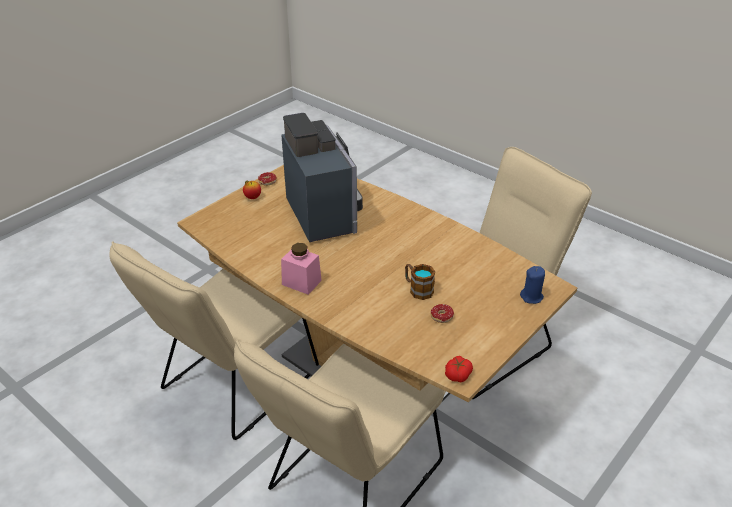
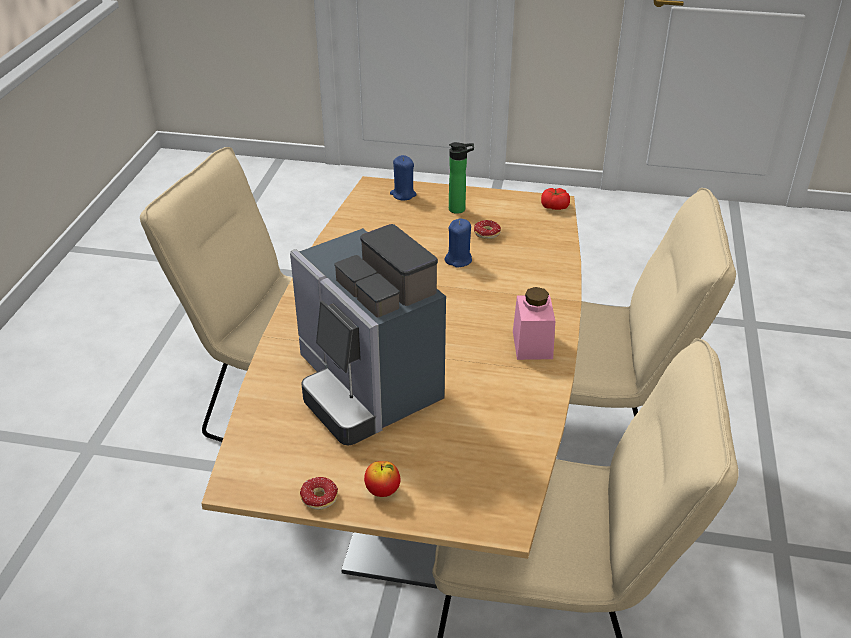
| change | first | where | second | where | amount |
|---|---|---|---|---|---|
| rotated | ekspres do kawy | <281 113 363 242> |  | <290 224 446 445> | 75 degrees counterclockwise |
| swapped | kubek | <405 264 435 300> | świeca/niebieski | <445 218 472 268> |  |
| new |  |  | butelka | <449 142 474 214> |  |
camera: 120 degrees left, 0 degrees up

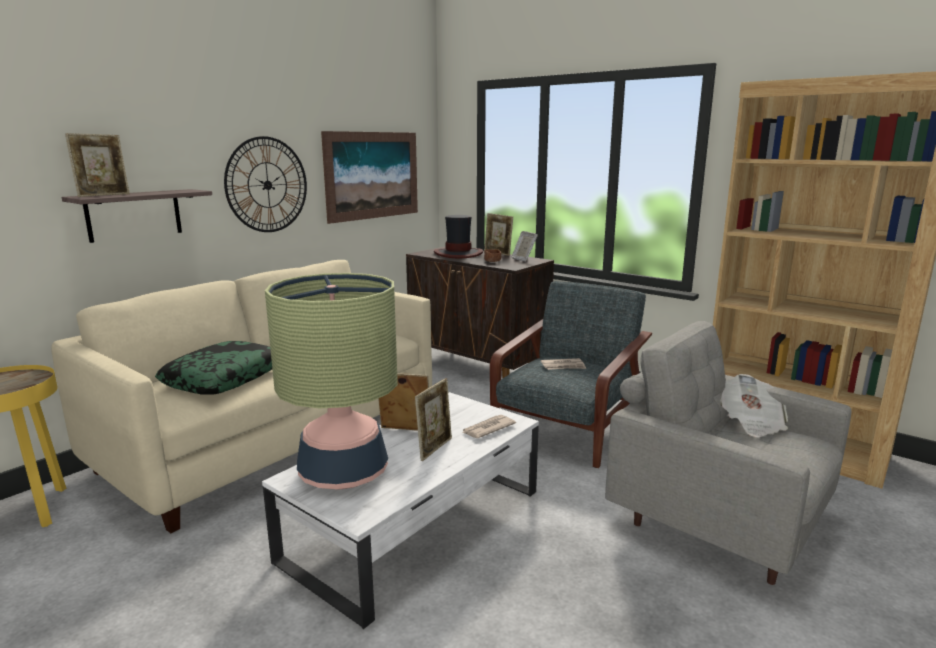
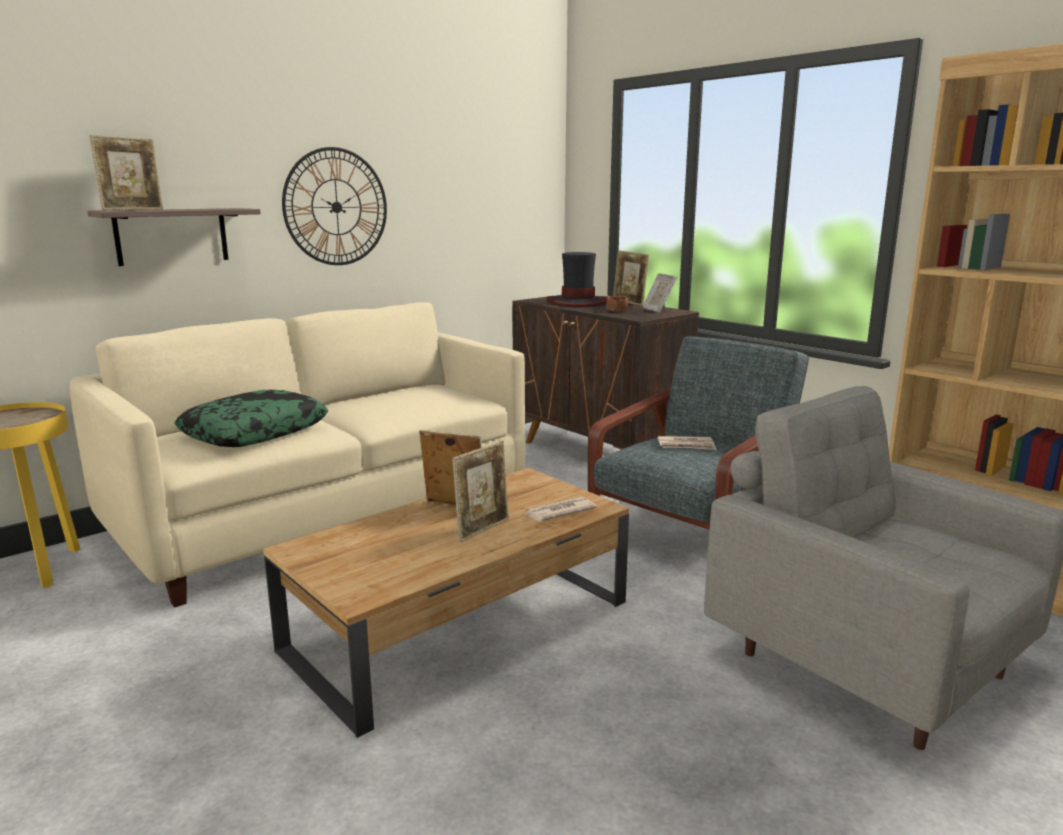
| change | first | where | second | where | amount |
|---|---|---|---|---|---|
| repainted | ława/biały | <262 392 539 629> | ława/brązowy | <263 468 629 738> |  |
| gone | lampa stołowa | <265 273 398 490> |  |  |  |
| gone | obraz | <321 131 418 224> |  |  |  |
| gone | gazeta | <720 374 788 437> |  |  |  |
camera: 10 degrees right, 0 degrees up

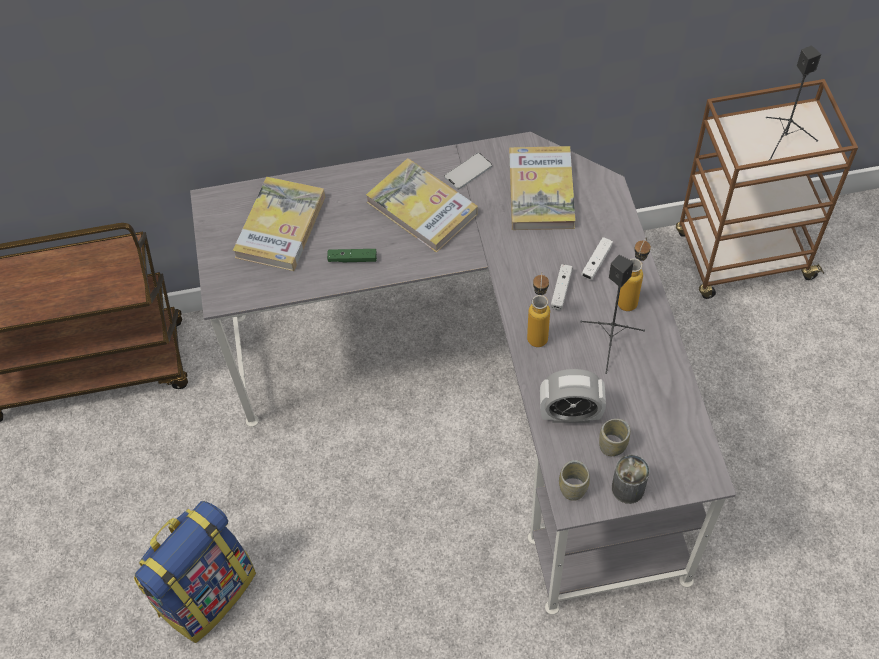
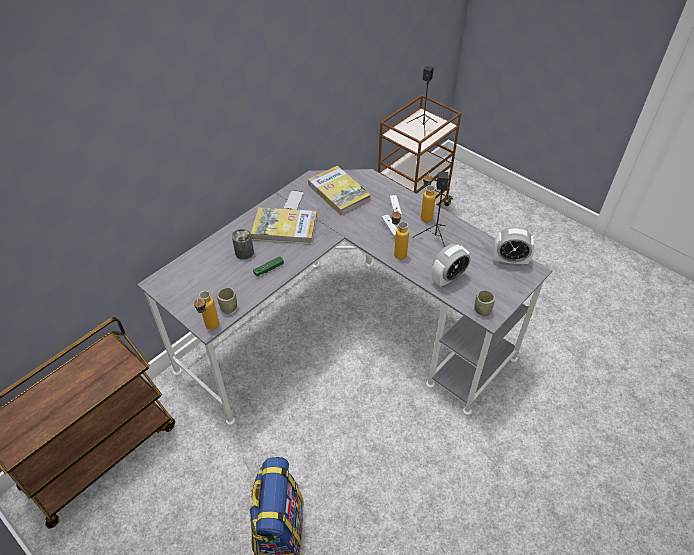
| change | first | where | second | where | amount |
|---|---|---|---|---|---|
| gone | książka | <233 177 325 271> |  |  |  |
| shifted | filiżanka | <599 419 630 456> |  | <217 287 237 314> |  |
| shifted | puszka | <612 454 650 504> |  | <232 229 254 260> |  |
| new |  |  | butelka | <194 291 219 330> |  |
| new |  |  | budzik | <494 227 535 266> |  |
camera: 40 degrees left, 10 degrees down

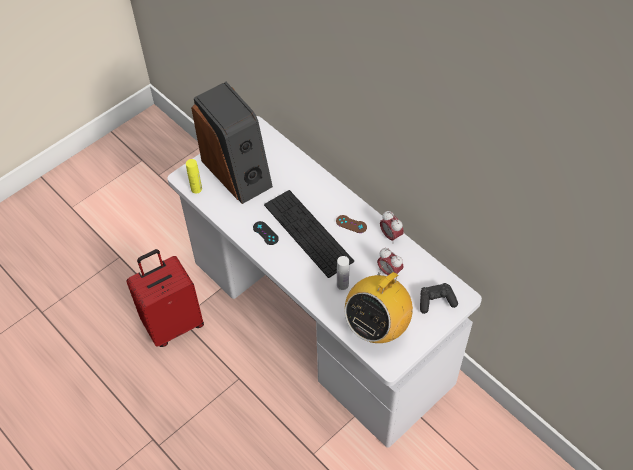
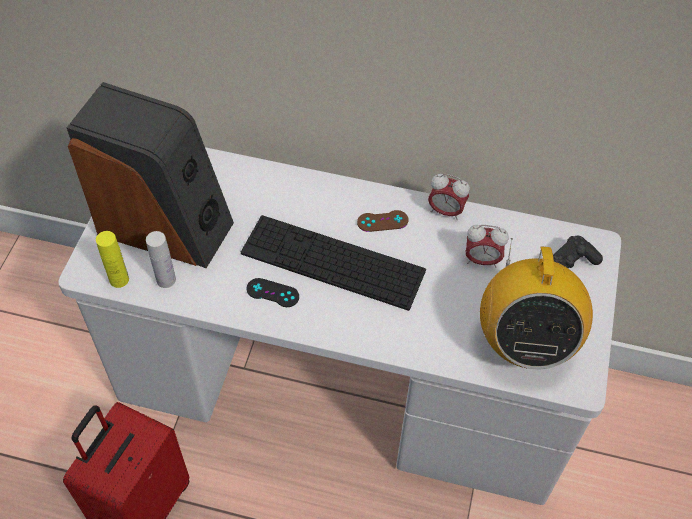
| change | first | where | second | where | amount |
|---|---|---|---|---|---|
| shifted | butelka/biały | <337 256 349 290> |  | <146 231 176 288> |  |
camera: 35 degrees left, 0 degrees up

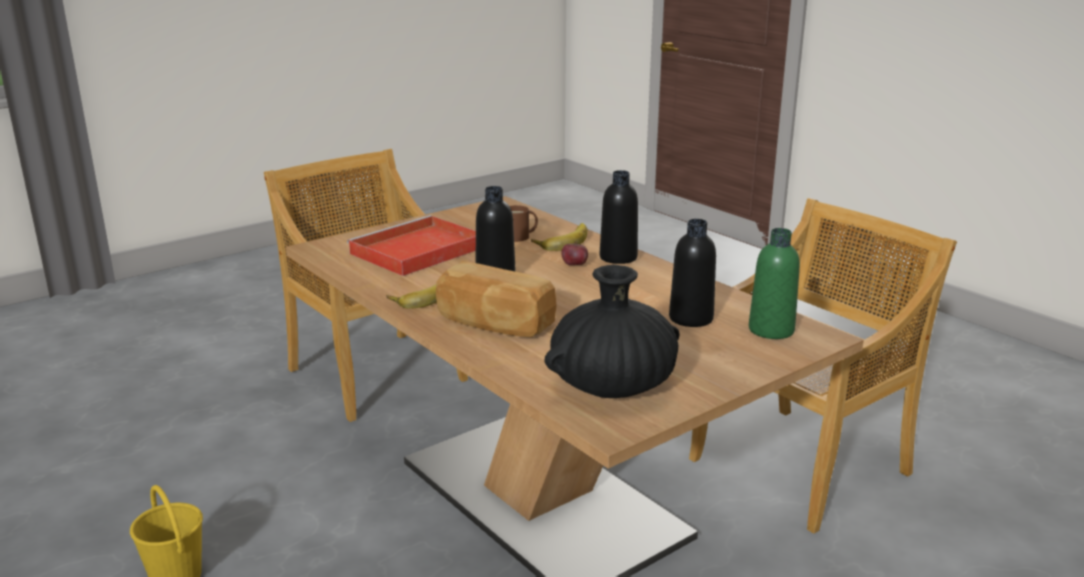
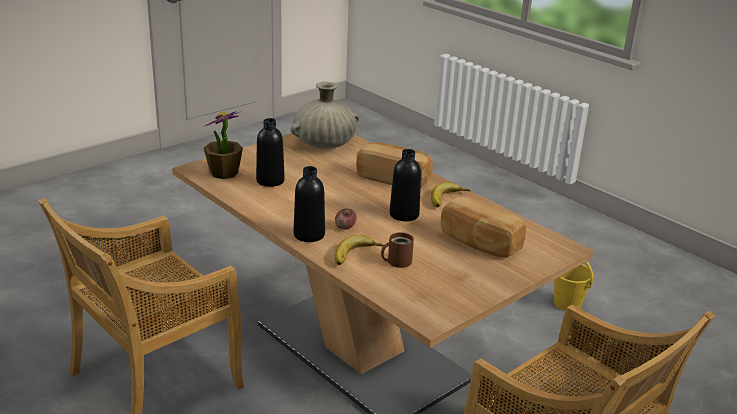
| change | first | where | second | where | amount |
|---|---|---|---|---|---|
| swapped | taca/czerwony | <347 215 476 276> | chleb | <441 195 526 258> |  |
| repainted | wazon/czarny | <545 265 679 398> | wazon/beżowy | <290 82 359 149> |  |
| swapped | butelka/zielony | <749 228 800 339> | roślina doniczkowa | <203 111 243 179> |  |
camera: 175 degrees right, 5 degrees up

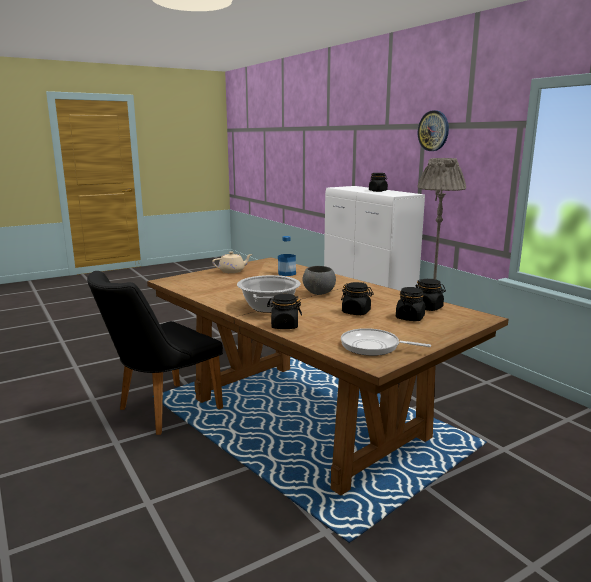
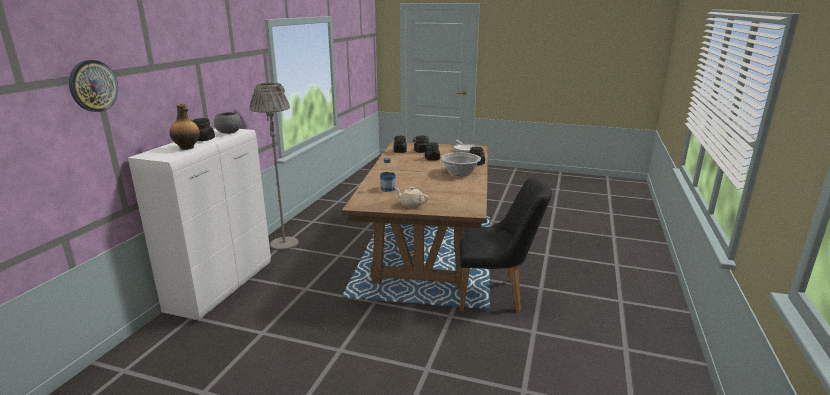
| change | first | where | second | where | amount |
|---|---|---|---|---|---|
| shifted | miska/szary | <302 266 336 295> |  | <214 112 241 134> |  |
| shifted | zegar ścienny | <418 110 449 151> |  | <69 60 118 112> |  |
| new |  |  | butelka | <170 104 200 150> |  |
camera: 130 degrees left, 5 degrees up

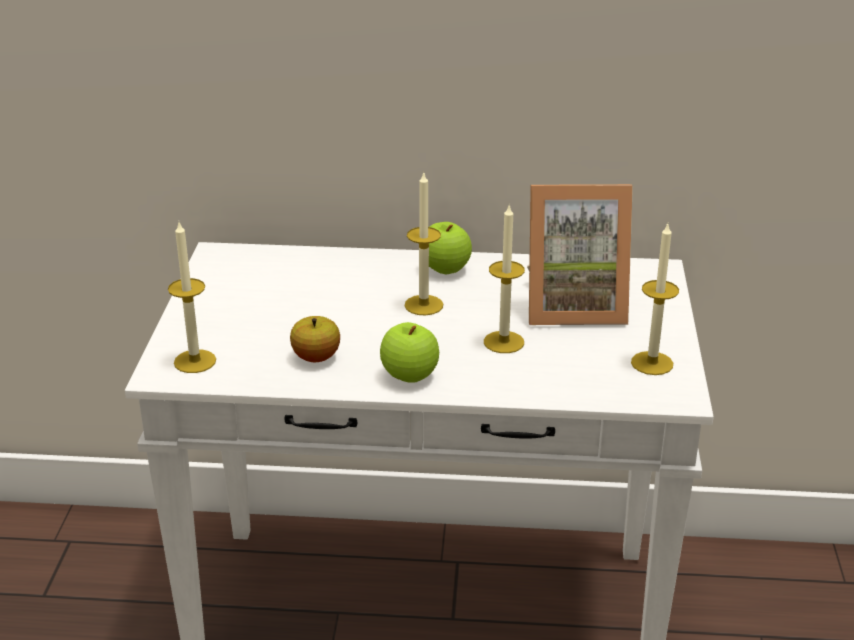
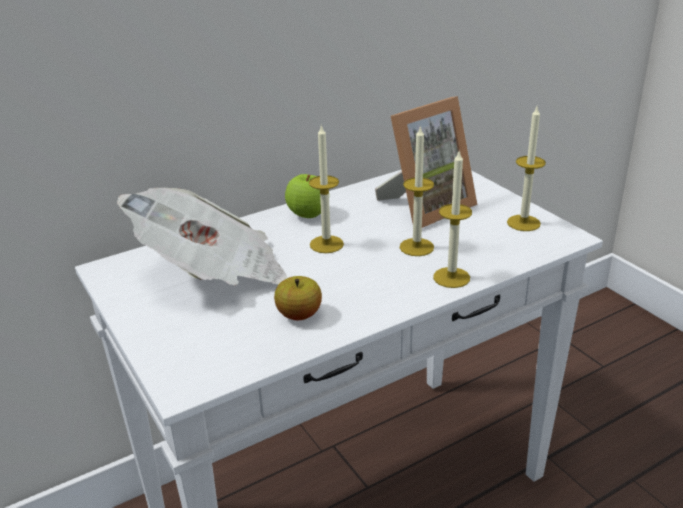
| change | first | where | second | where | amount |
|---|---|---|---|---|---|
| shifted | świeca | <168 222 216 373> |  | <433 151 472 288> |  |
| gone | jabłko | <380 322 439 383> |  |  |  |
| new |  |  | gazeta | <117 188 287 285> |  |
camera: 35 degrees left, 0 degrees up

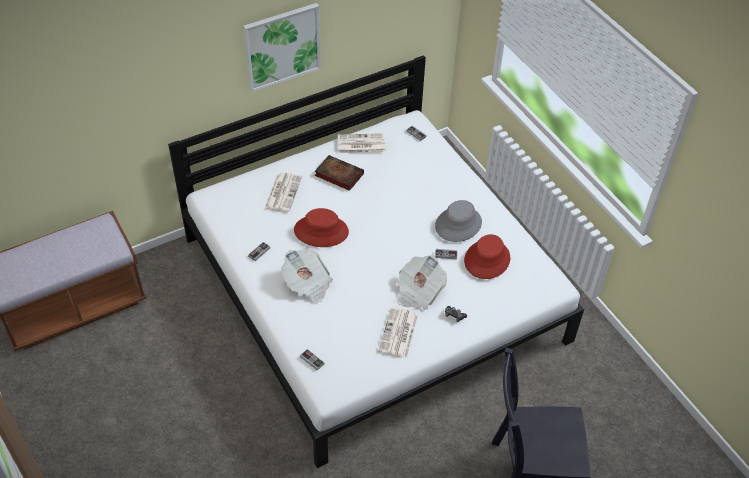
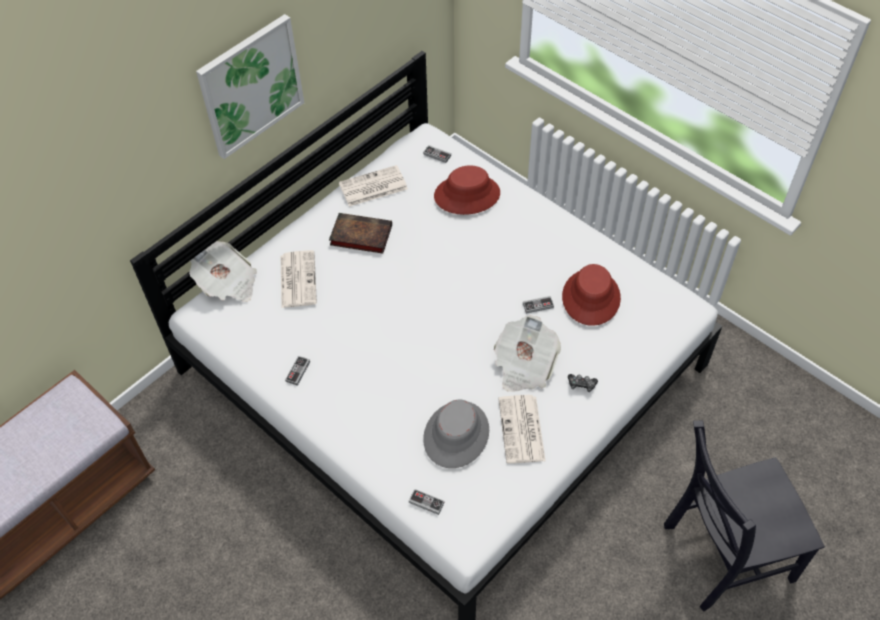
| change | first | where | second | where | amount |
|---|---|---|---|---|---|
| shifted | gazeta | <281 249 333 302> |  | <189 241 257 302> |  |
| shifted | kapelusz/czerwony | <294 208 349 247> |  | <434 165 500 215> |  |
| shifted | kapelusz/szary | <435 200 482 242> |  | <423 400 489 468> |  |
camera: 15 degrees left, 5 degrees up

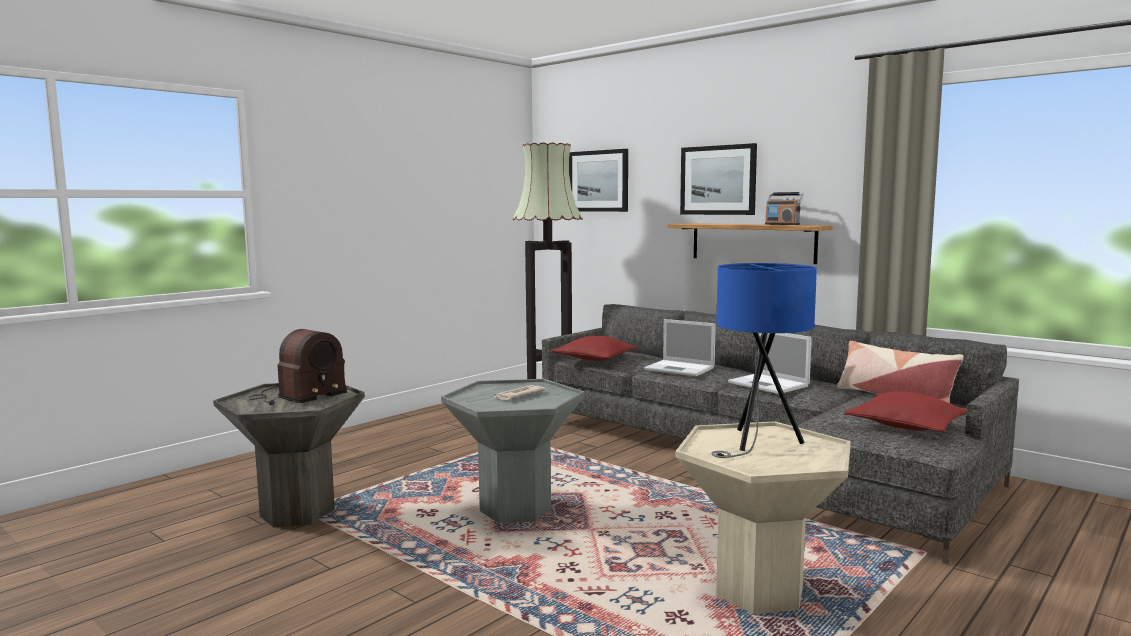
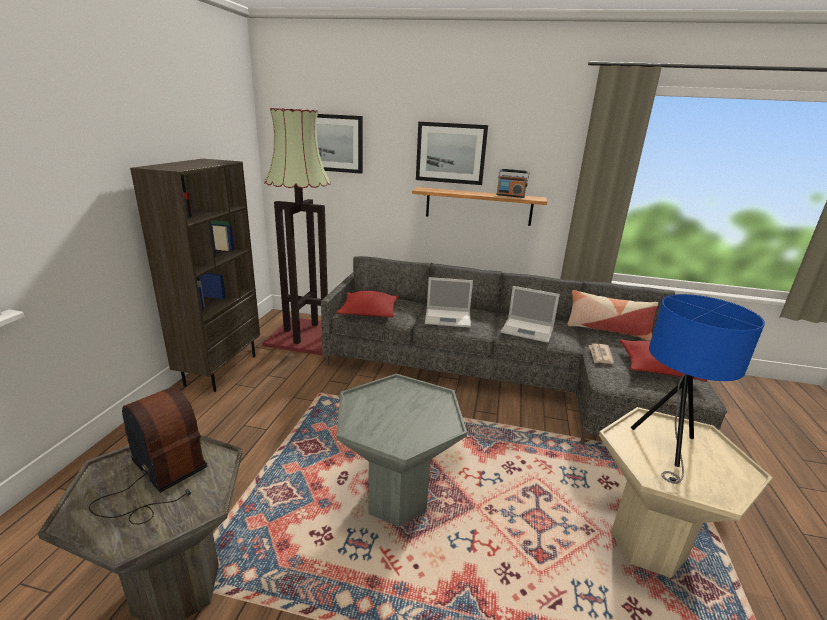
| change | first | where | second | where | amount |
|---|---|---|---|---|---|
| rotated | radio | <248 329 347 405> |  | <89 386 208 525> | 60 degrees counterclockwise |
| shifted | gazeta | <493 385 546 400> |  | <589 343 614 364> |  |
| new |  |  | regał/brązowy | <130 159 260 392> |  |
camera: 30 degrees left, 15 degrees up

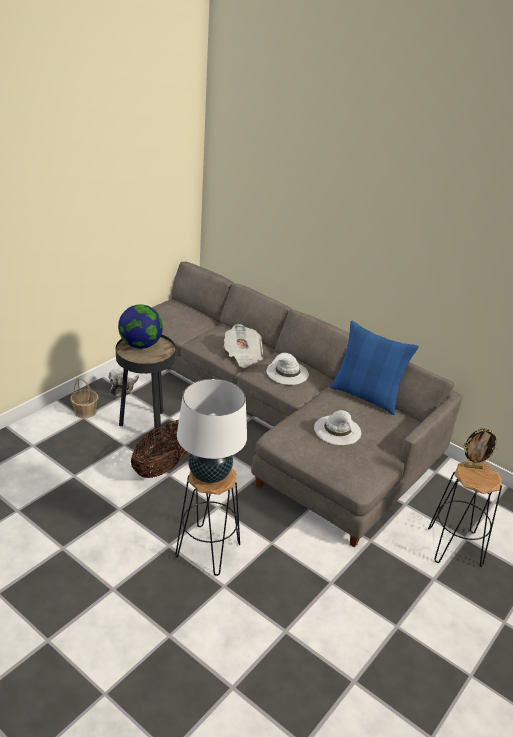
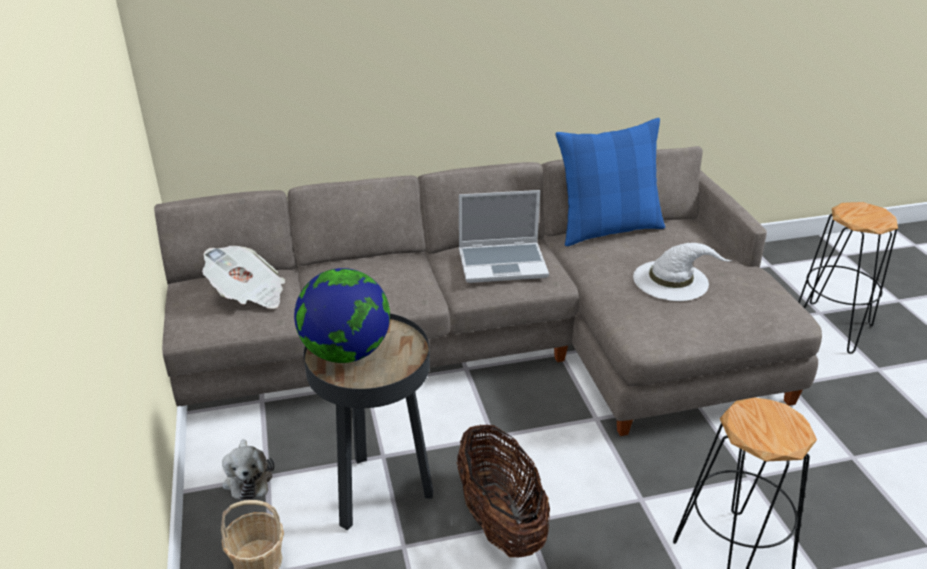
| change | first | where | second | where | amount |
|---|---|---|---|---|---|
| gone | lampa stołowa/biały | <177 379 247 483> |  |  |  |
| shifted | gazeta | <224 324 263 368> |  | <202 246 285 309> |  |
| swapped | kapelusz/biały | <266 353 309 385> | laptop | <459 190 549 283> |  |
| gone | ramka na zdjęcie | <463 428 498 469> |  |  |  |
camera: 50 degrees left, 0 degrees up

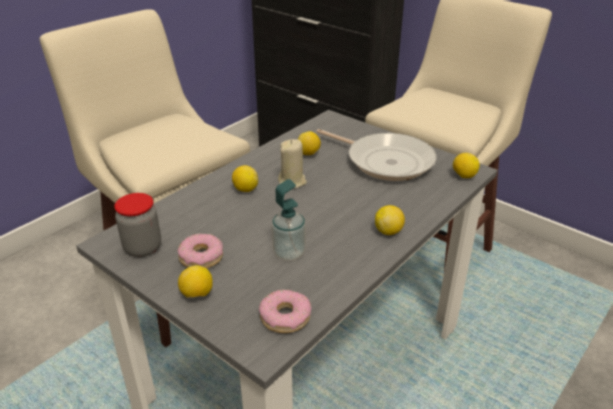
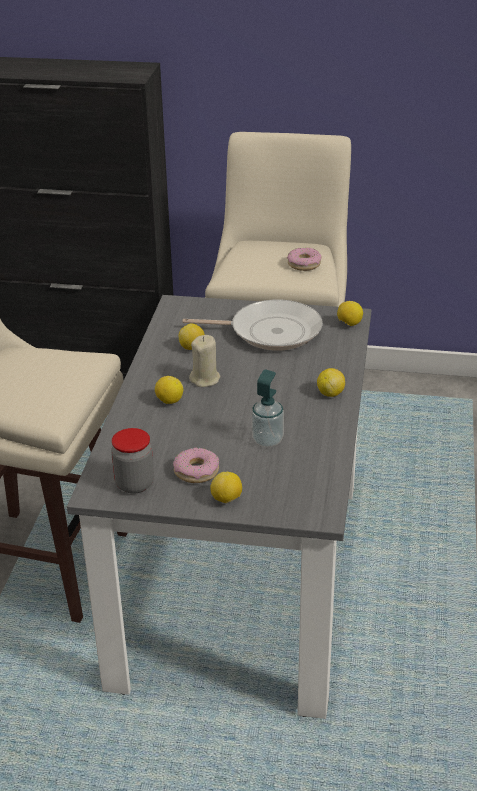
| change | first | where | second | where | amount |
|---|---|---|---|---|---|
| shifted | donut | <259 289 311 333> |  | <287 248 321 271> |  |
camera: 30 degrees left, 0 degrees up

